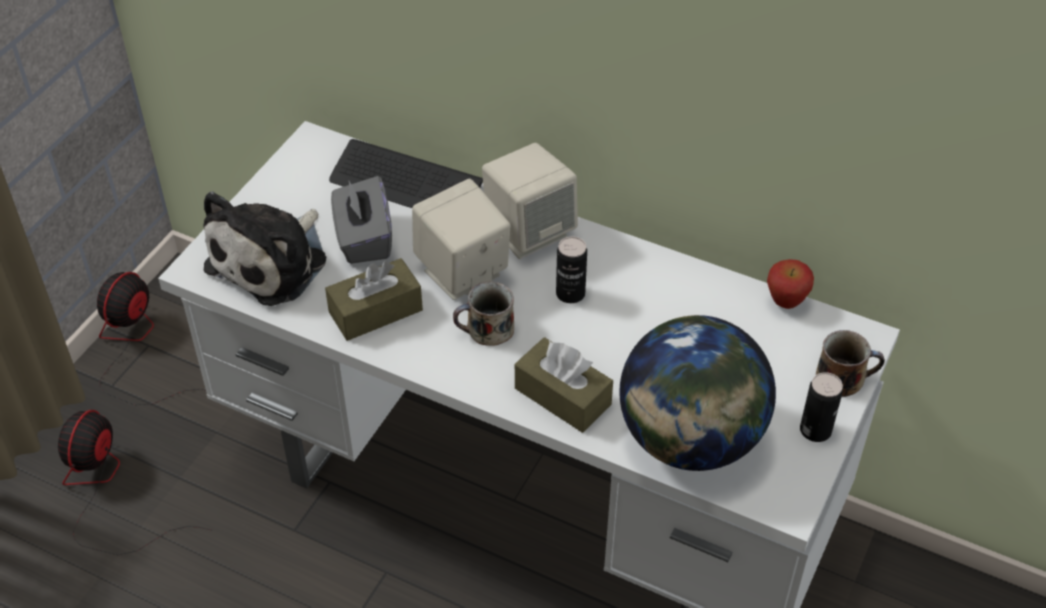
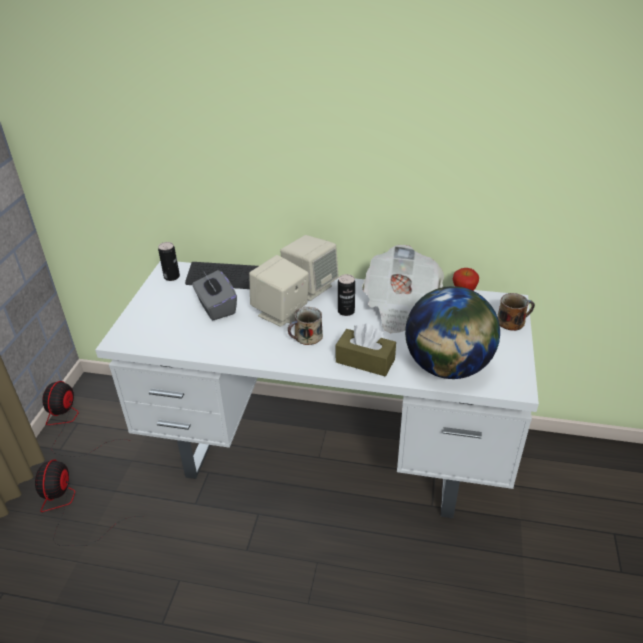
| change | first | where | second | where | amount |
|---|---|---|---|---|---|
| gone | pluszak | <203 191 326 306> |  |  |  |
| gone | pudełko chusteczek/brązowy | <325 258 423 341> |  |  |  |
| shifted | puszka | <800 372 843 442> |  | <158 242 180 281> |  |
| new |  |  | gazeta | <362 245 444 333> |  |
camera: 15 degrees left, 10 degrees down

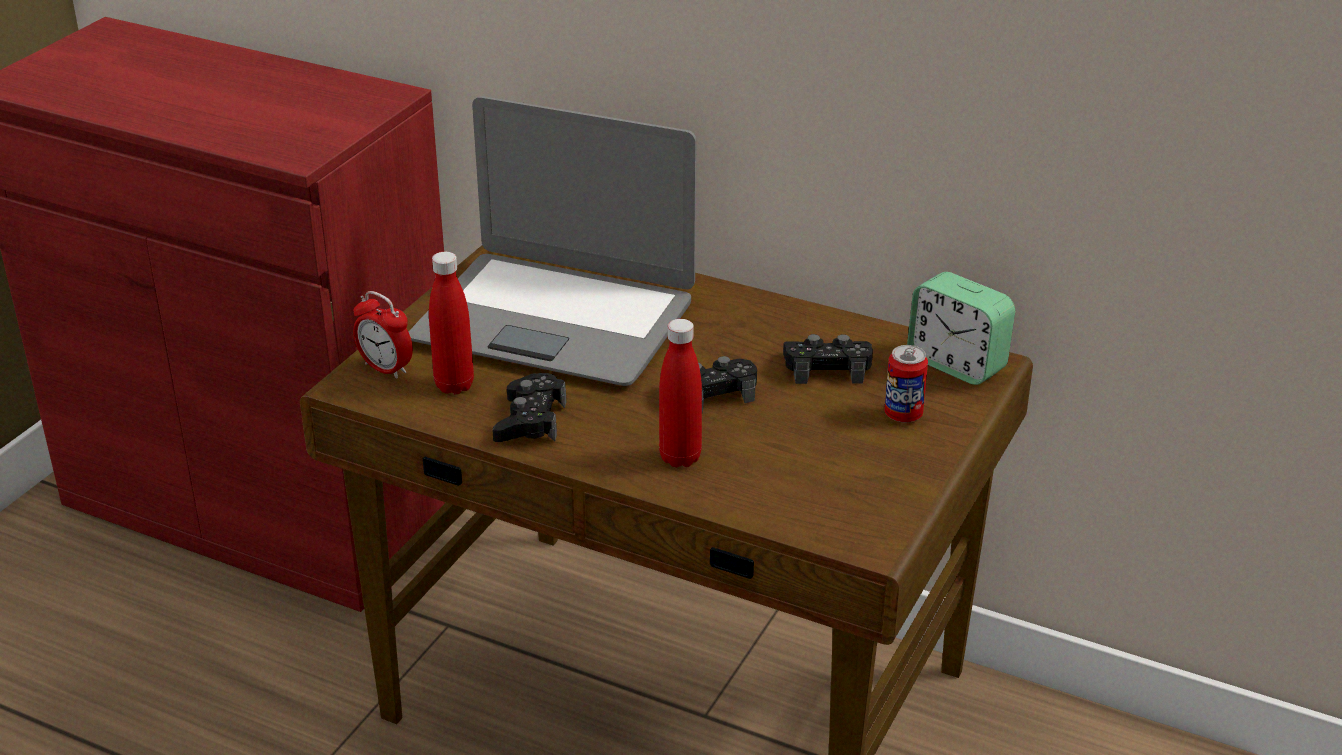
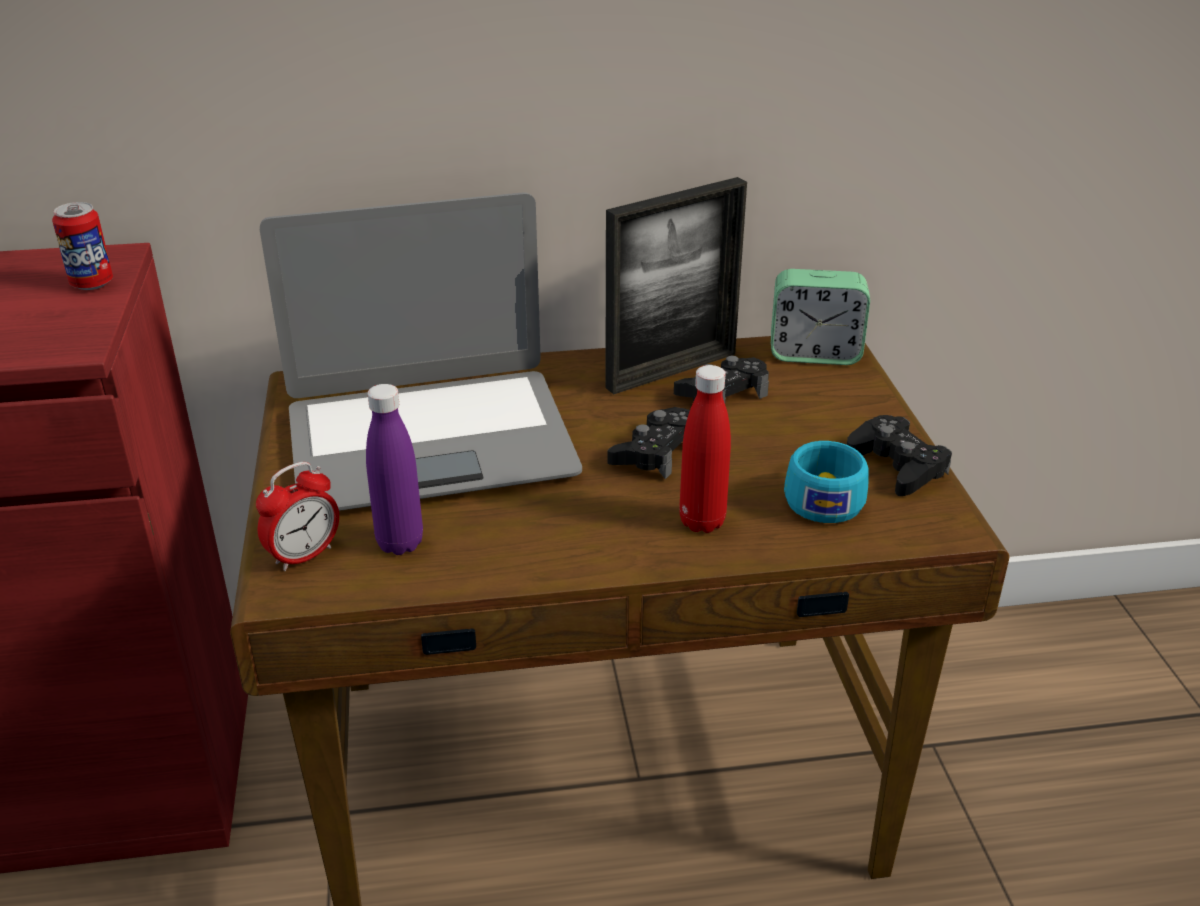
| change | first | where | second | where | amount |
|---|---|---|---|---|---|
| rotated | budzik | <353 291 413 379> |  | <256 462 339 571> | 45 degrees counterclockwise |
| repainted | butelka/czerwony | <429 252 474 394> | butelka/fioletowy | <366 384 423 555> |  |
| shifted | pad do gier/czarny | <492 373 566 442> |  | <847 415 952 496> |  |
| shifted | puszka | <885 345 928 423> |  | <52 202 113 290> |  |
| new |  |  | ramka na zdjęcie | <605 177 747 394> |  |
| new |  |  | filiżanka/turkusowy | <784 441 869 523> |  |
camera: 35 degrees left, 0 degrees up

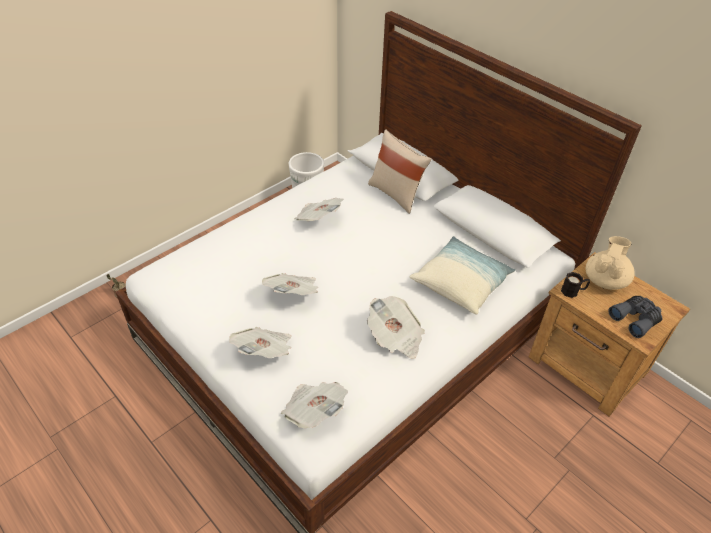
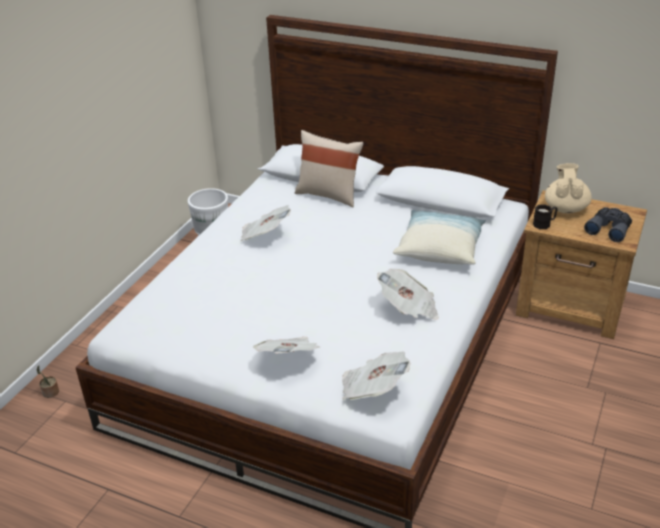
| change | first | where | second | where | amount |
|---|---|---|---|---|---|
| gone | gazeta | <262 273 319 295> |  |  |  |
camera: 20 degrees left, 10 degrees down

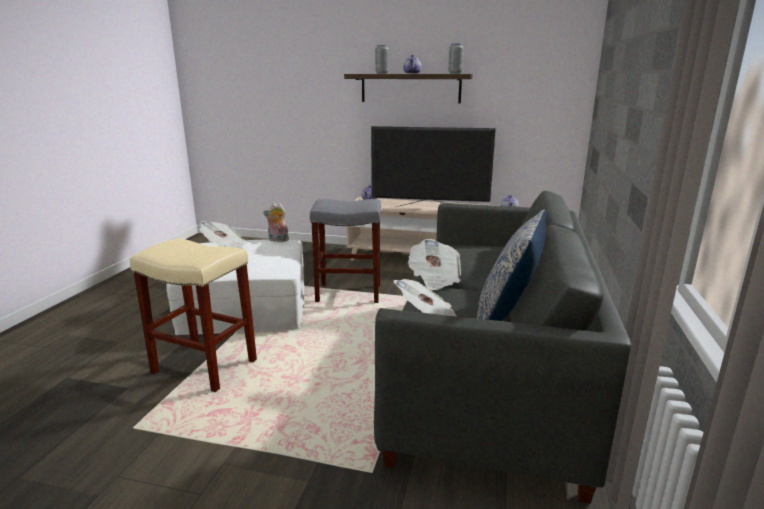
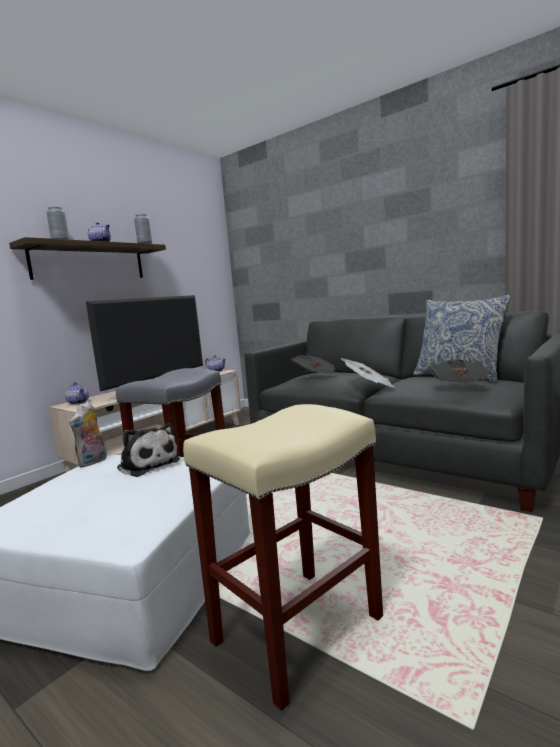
| change | first | where | second | where | amount |
|---|---|---|---|---|---|
| shifted | gazeta | <199 221 245 249> |  | <291 355 337 374> |  |
| new |  |  | pluszak | <117 423 180 477> |  |
camera: 65 degrees left, 10 degrees down

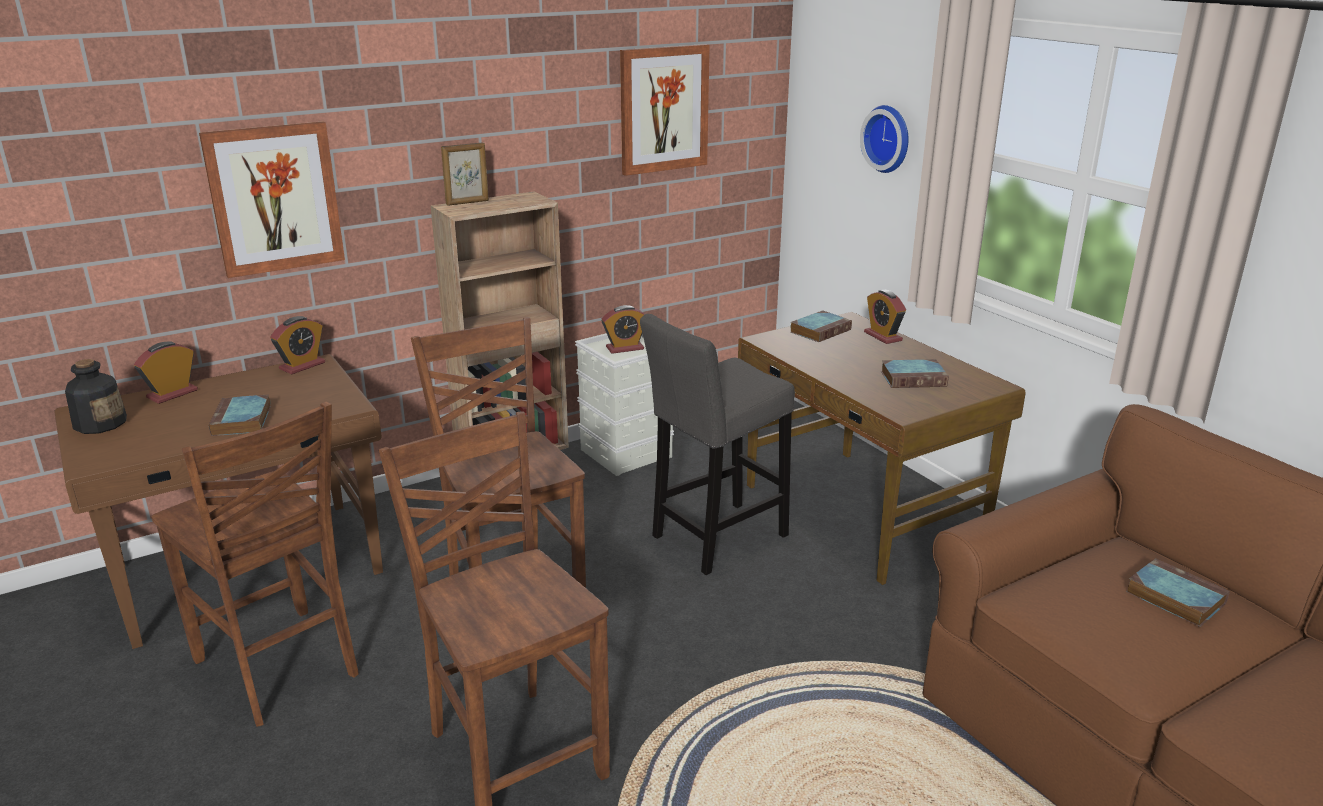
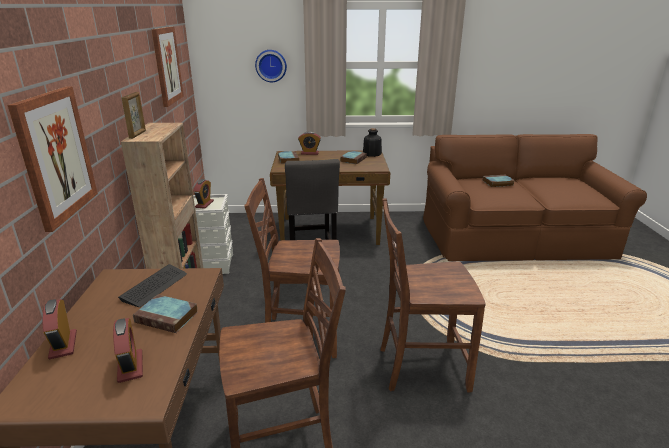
| change | first | where | second | where | amount |
|---|---|---|---|---|---|
| shifted | butelka | <65 359 127 434> |  | <363 128 382 157> |  |
| shifted | budzik | <270 316 325 374> |  | <113 318 143 383> |  |
| new |  |  | klawiatura | <118 264 187 307> |  |
camera: 60 degrees left, 0 degrees up

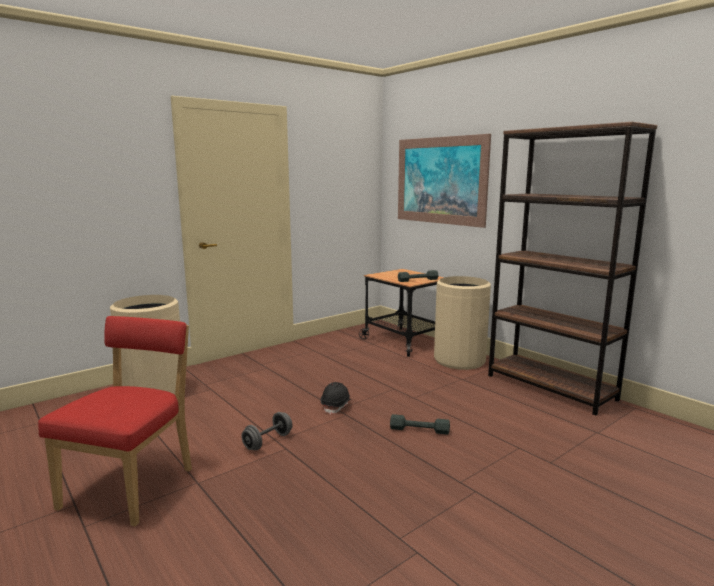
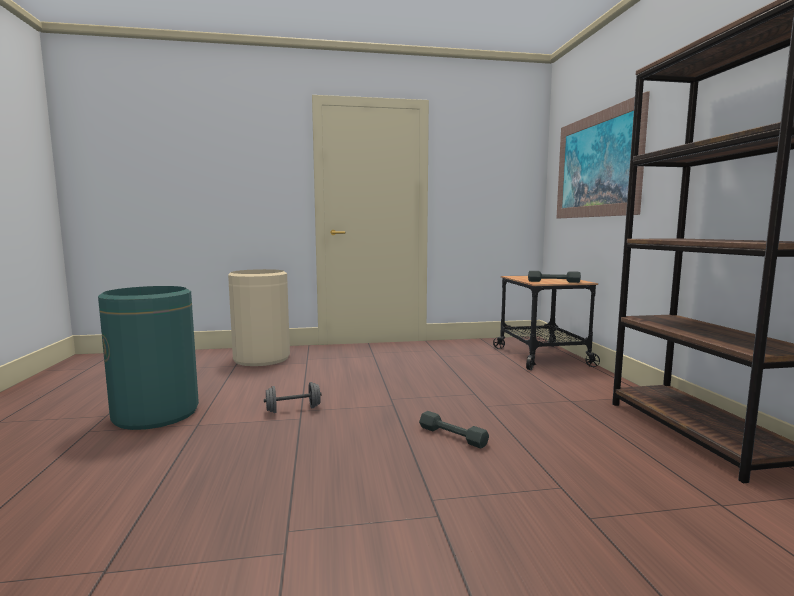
| change | first | where | second | where | amount |
|---|---|---|---|---|---|
| swapped | krzesło/czerwony | <38 316 192 526> | kosz na śmieci/zielony | <98 286 199 430> |  |
| gone | kask/czarny | <321 382 351 415> |  |  |  |
| gone | kosz na śmieci/beżowy | <434 276 491 370> |  |  |  |
camera: 30 degrees right, 5 degrees down

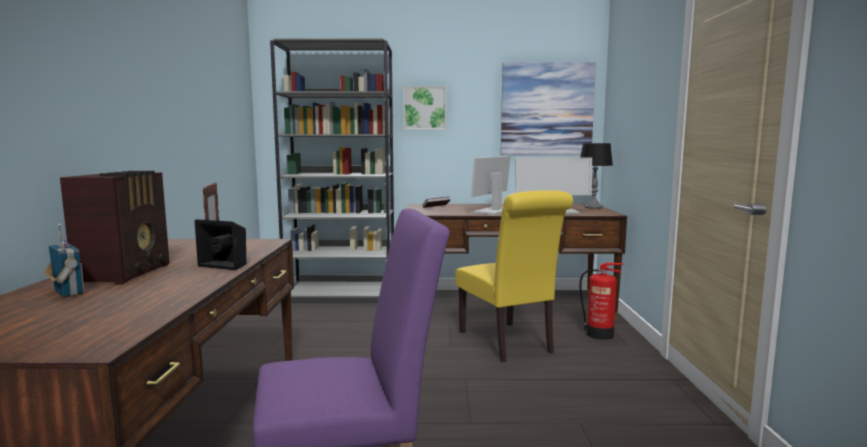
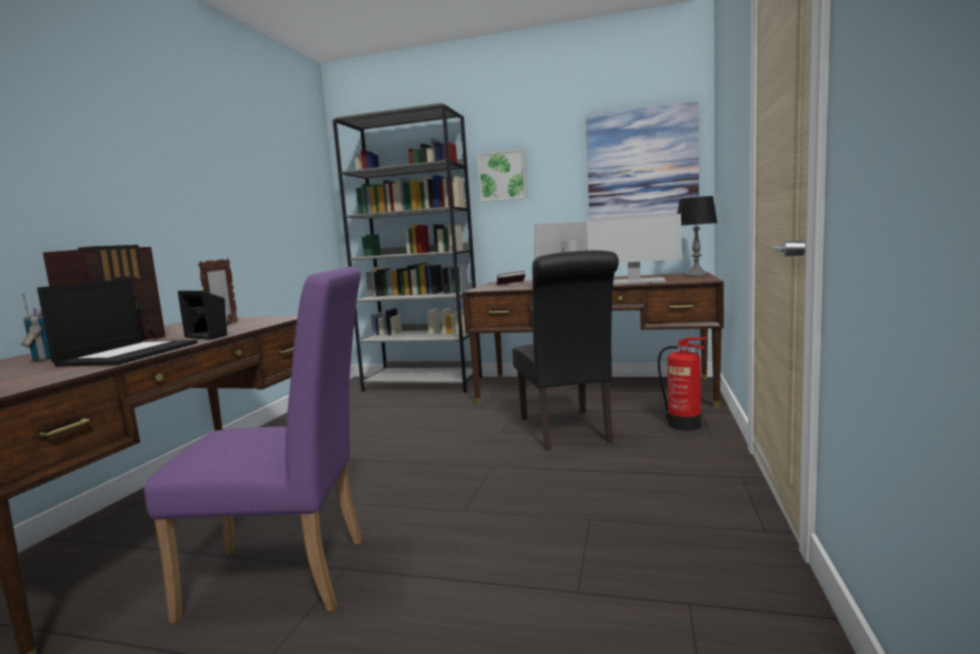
| change | first | where | second | where | amount |
|---|---|---|---|---|---|
| repainted | krzesło/żółty | <455 190 573 362> | krzesło/czarny | <512 250 619 451> |  |
| new |  |  | laptop | <37 278 198 367> |  |
camera: 15 degrees right, 0 degrees up

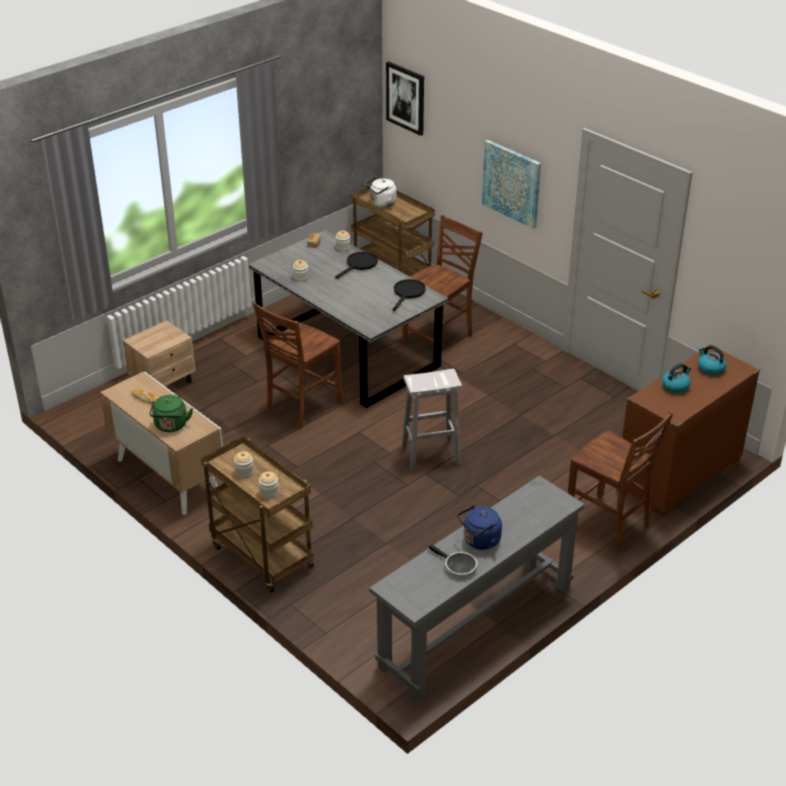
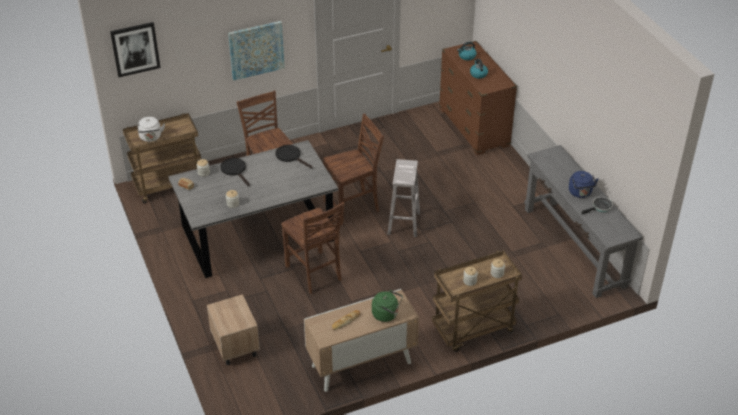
| change | first | where | second | where | amount |
|---|---|---|---|---|---|
| shifted | krzesło/brązowy | <568 411 674 552> |  | <323 113 384 225> |  |
camera: 70 degrees left, 5 degrees up

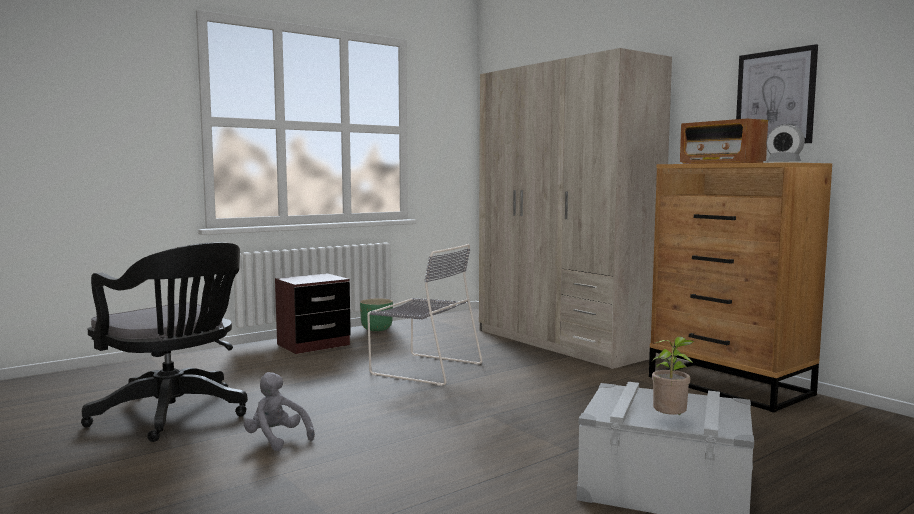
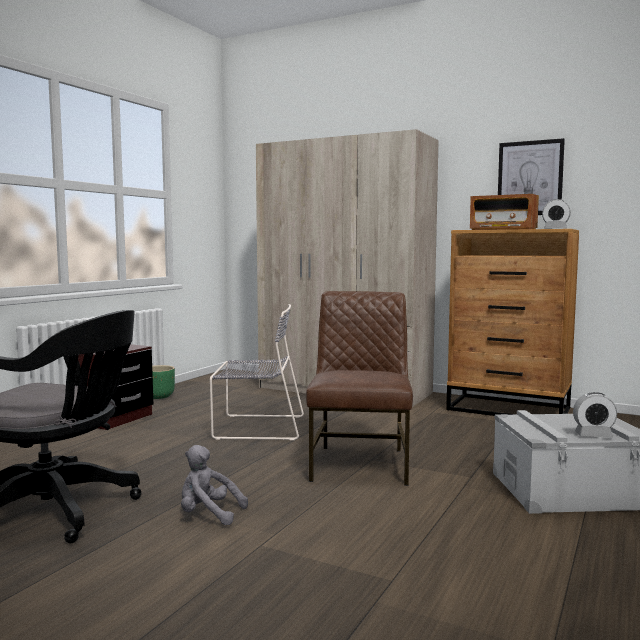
| change | first | where | second | where | amount |
|---|---|---|---|---|---|
| swapped | roślina doniczkowa | <652 337 694 416> | budzik | <573 392 617 437> |  |
| new |  |  | krzesło/brązowy | <306 291 413 486> |  |
camera: 25 degrees left, 0 degrees up

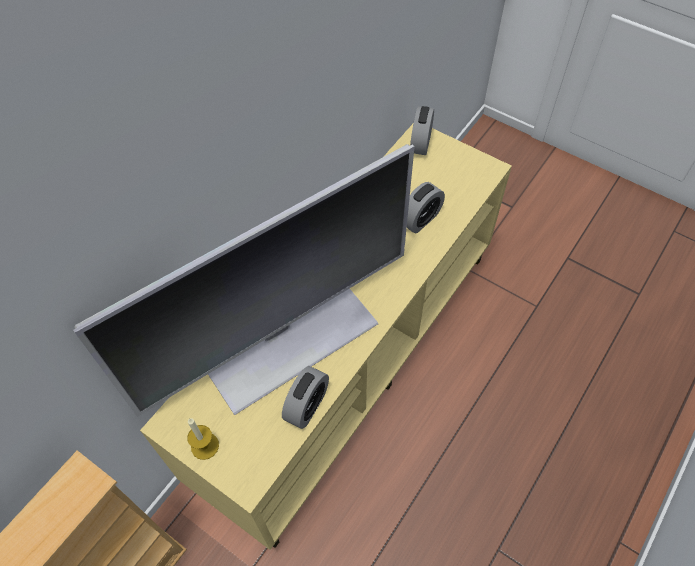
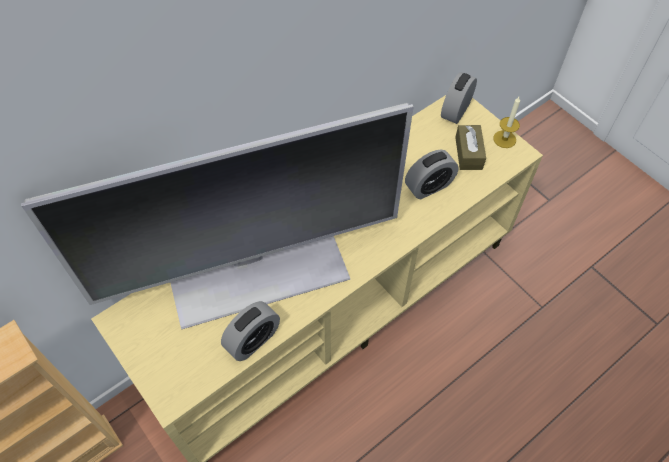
| change | first | where | second | where | amount |
|---|---|---|---|---|---|
| shifted | świeca | <187 418 219 460> |  | <493 97 520 148> |  |
| new |  |  | pudełko chusteczek/brązowy | <455 125 486 170> |  |
camera: 15 degrees right, 0 degrees up

